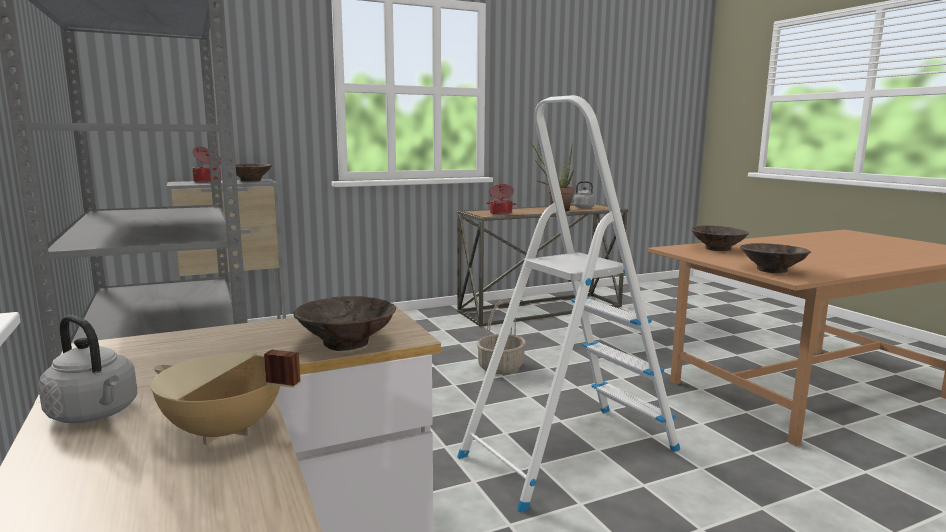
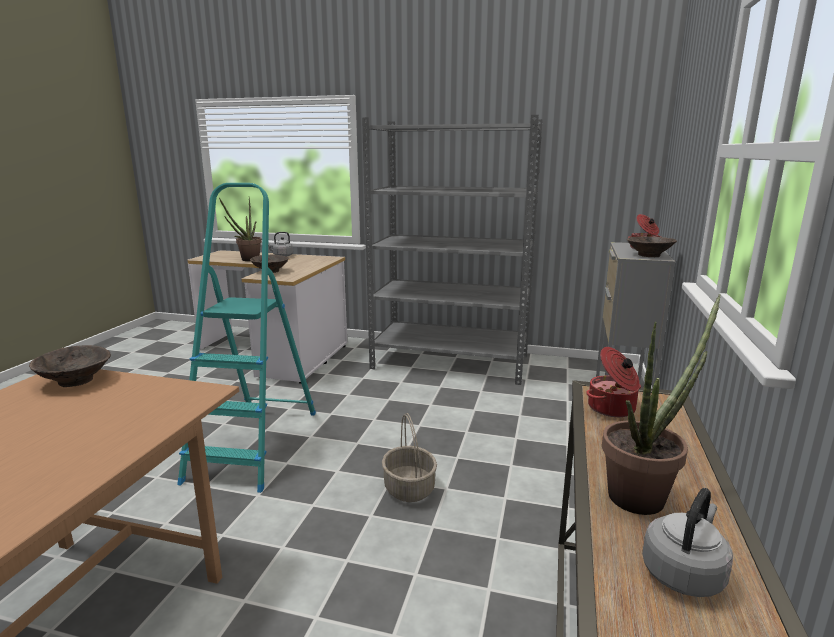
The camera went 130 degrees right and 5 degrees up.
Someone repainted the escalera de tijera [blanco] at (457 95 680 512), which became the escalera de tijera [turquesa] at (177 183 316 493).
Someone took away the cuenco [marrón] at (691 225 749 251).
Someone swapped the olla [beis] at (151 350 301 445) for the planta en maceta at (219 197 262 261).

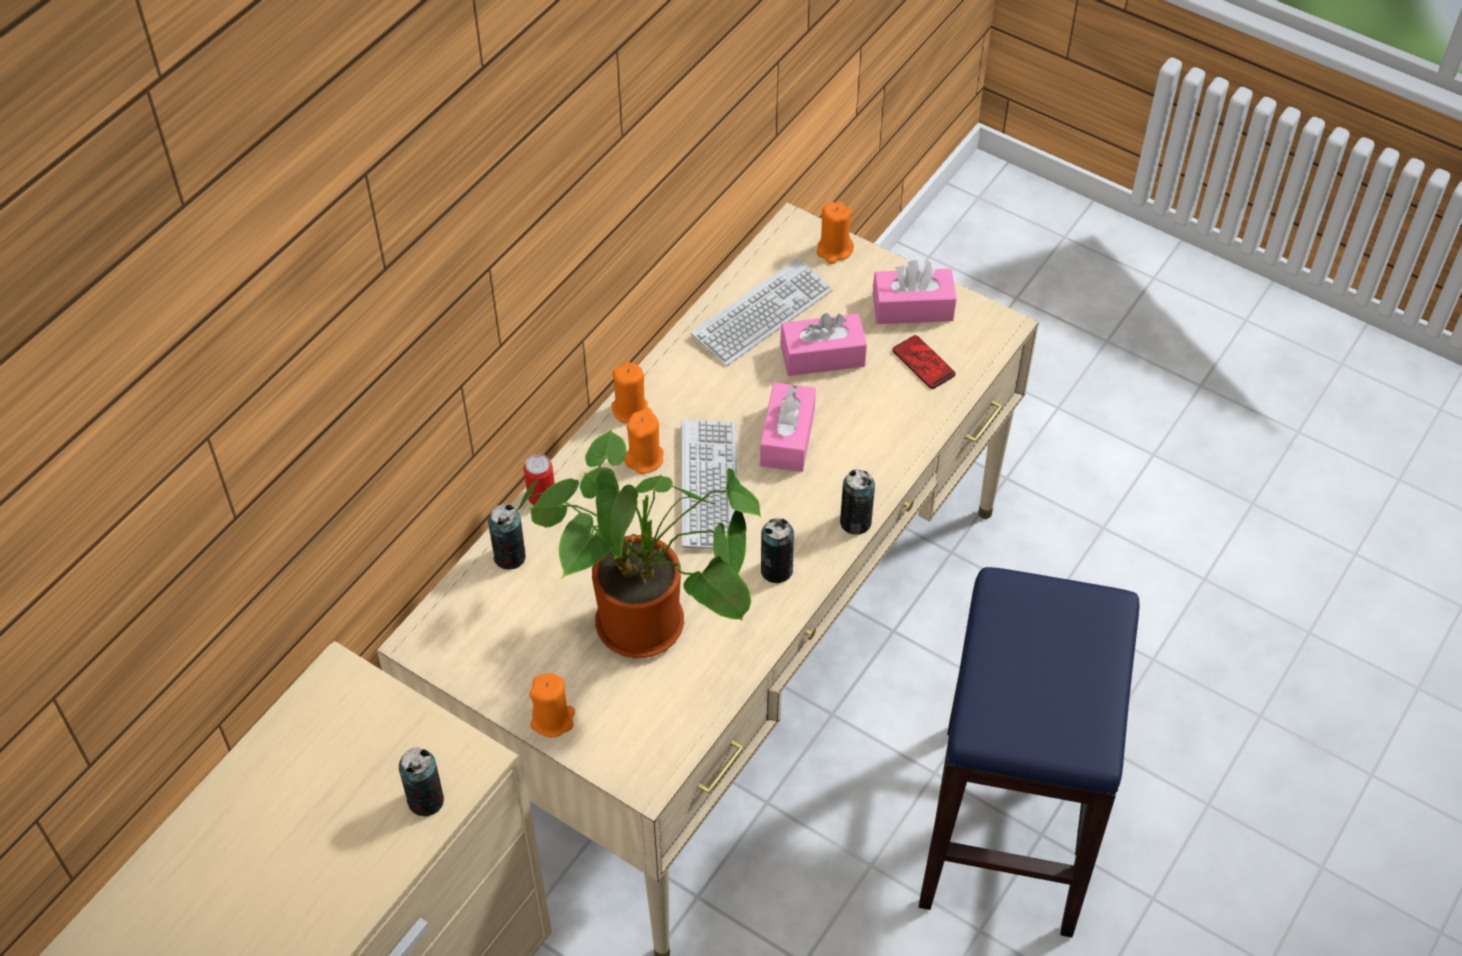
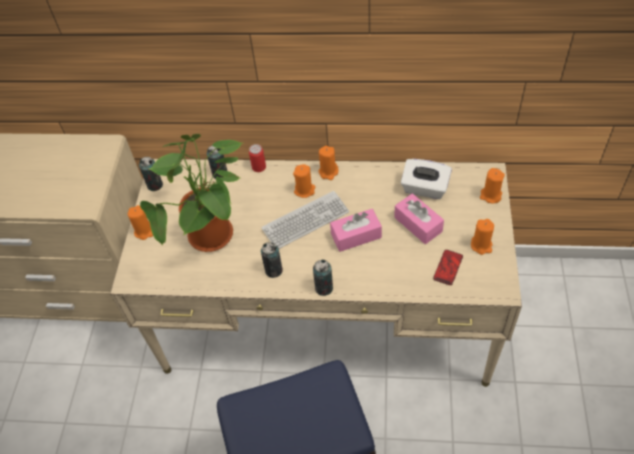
The camera went 65 degrees right and 0 degrees up.
Someone swapped the teclado at (691 258 833 366) for the caja de pañuelos [blanco] at (401 159 452 199).
Someone swapped the caja de pañuelos [rosa] at (873 259 956 324) for the vela [naranja] at (471 219 494 255).
Someone carried the lata from (399 748 444 817) to (139 157 163 191).

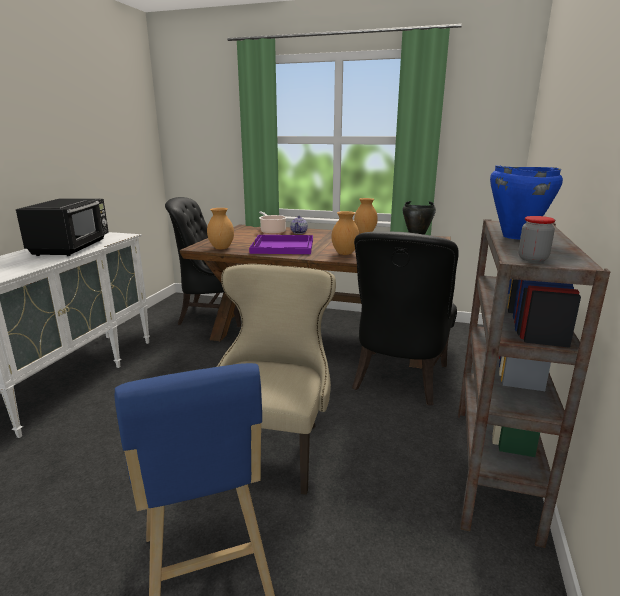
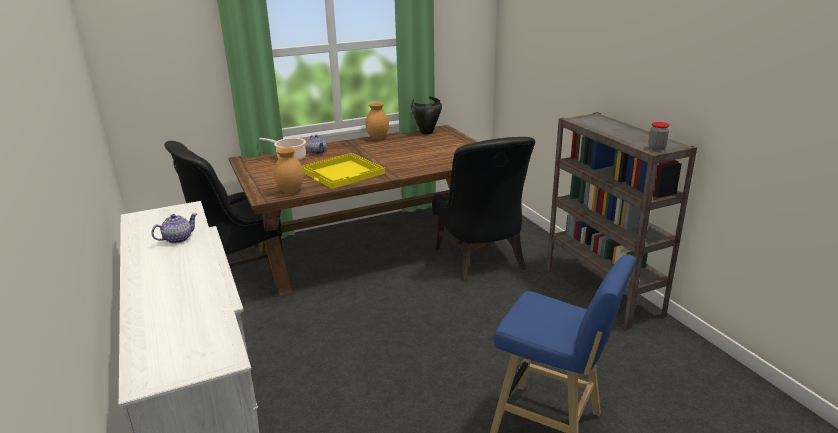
The camera went 40 degrees left and 5 degrees up.
Someone took away the olla [azul] at (490 165 563 240).
Someone swapped the microondas [negro] at (16 198 109 256) for the tetera at (151 213 197 244).
Someone took away the florero [marrón] at (332 211 359 255).
Someone repainted the bandeja [morado] at (249 235 313 254), which became the bandeja [amarillo] at (302 153 385 189).
Someone took away the silla [beis] at (217 264 336 495).

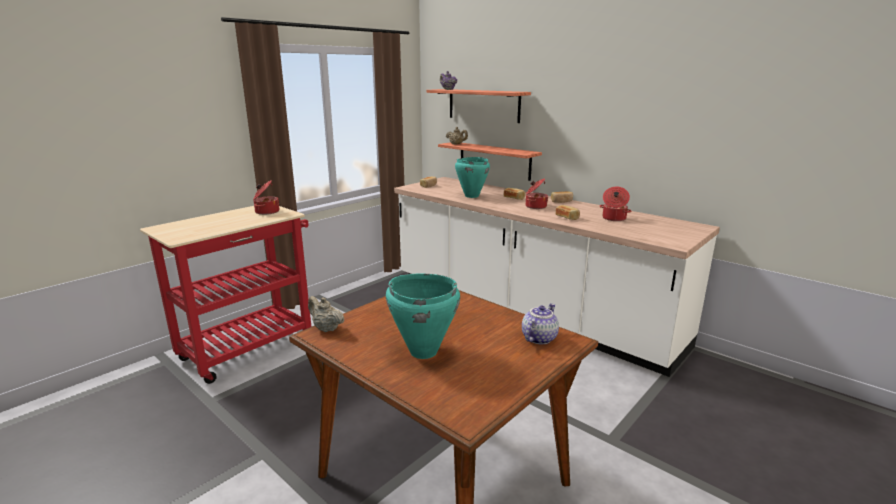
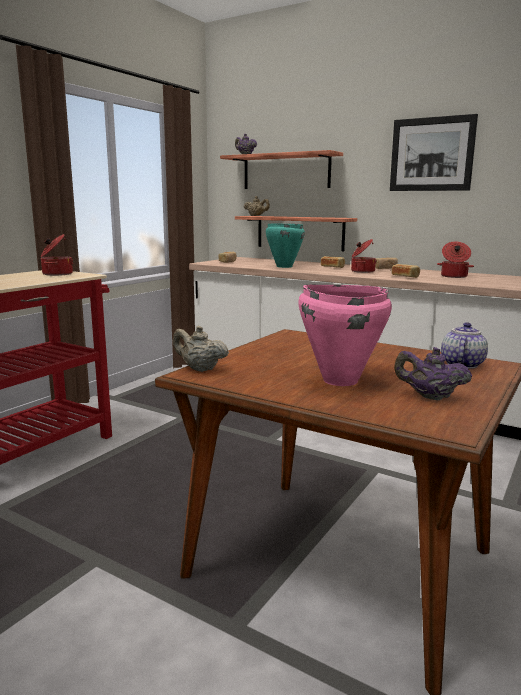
The camera went 10 degrees left and 5 degrees down.
Someone repainted the olla [turquesa] at (386 274 460 359), which became the olla [rosa] at (298 285 392 386).
Someone put up the cuadro at (390 114 478 191).
Someone put down the tetera [morado] at (394 347 472 400).

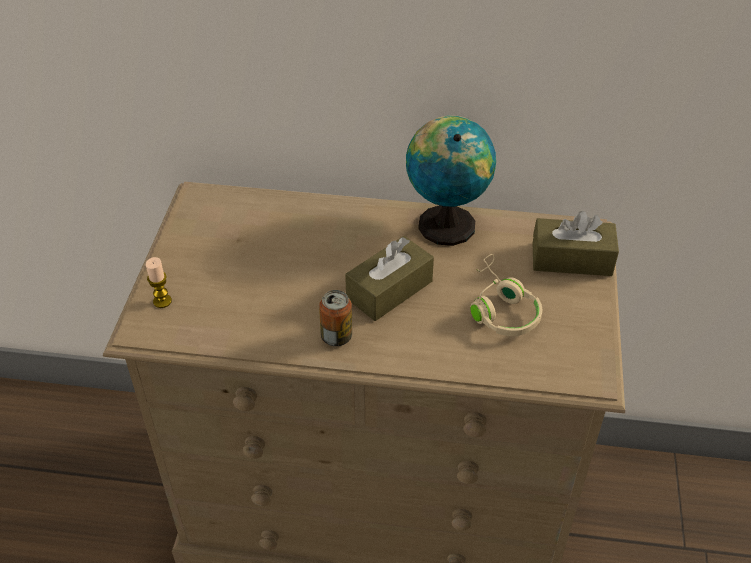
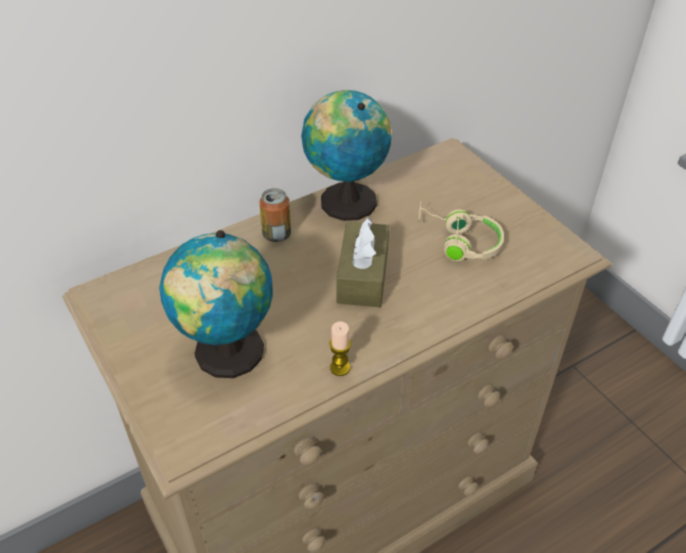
The camera went 40 degrees left and 0 degrees up.
Someone took away the caja de pañuelos [marrón] at (533 211 619 276).
Someone carried the vela from (146 257 172 308) to (329 321 351 376).
Someone carried the lata from (319 290 352 346) to (259 188 291 242).
Someone put down the globo terráqueo at (159 230 273 378).

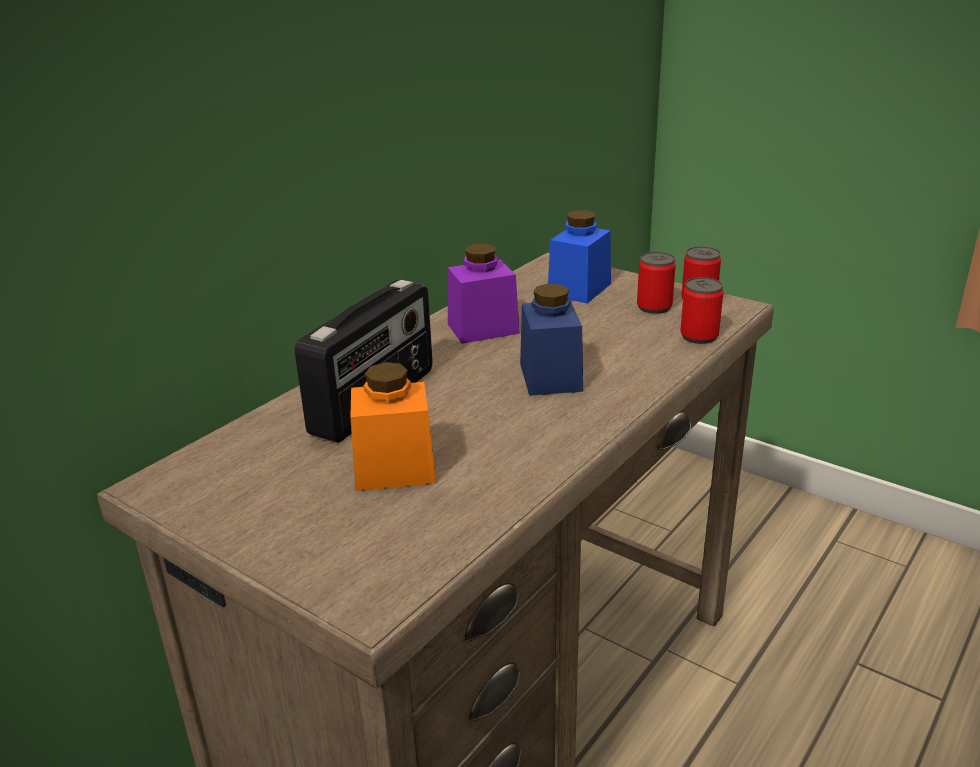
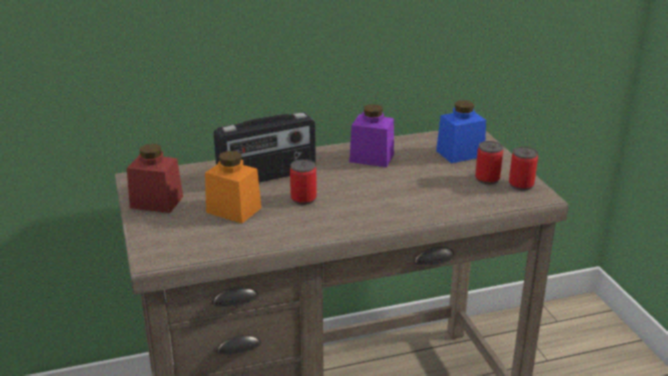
The camera went 35 degrees right and 0 degrees up.
Someone carried the lata from (680 277 723 344) to (290 159 317 205).
Someone took away the tarro [azul] at (520 284 583 396).
Someone put down the tarro [rojo] at (127 144 183 213).

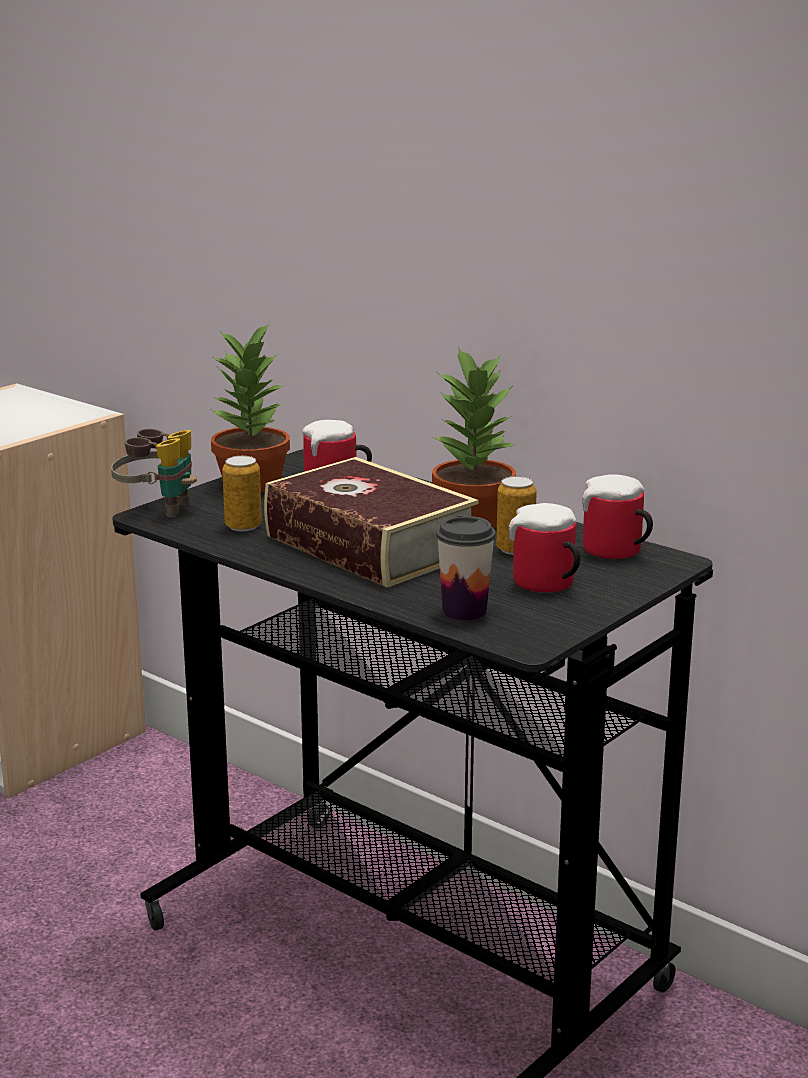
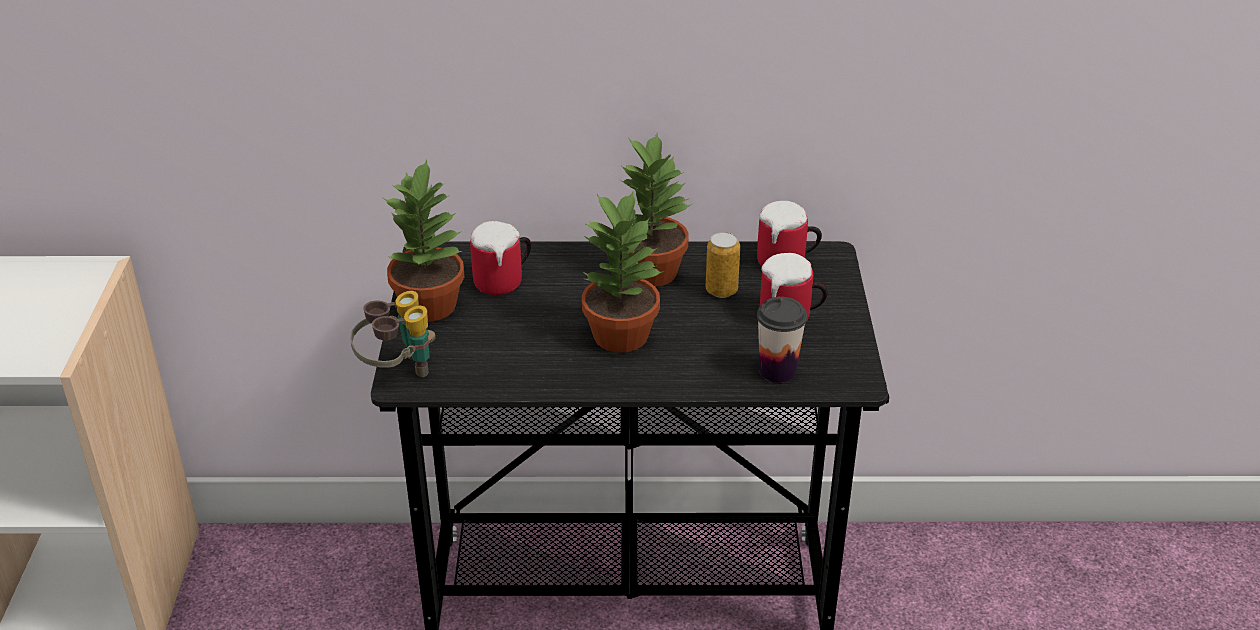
The camera went 40 degrees left and 15 degrees up.
Someone took away the lata at (222 456 262 531).
Someone swapped the libro at (264 457 479 588) for the planta en maceta at (582 192 665 352).

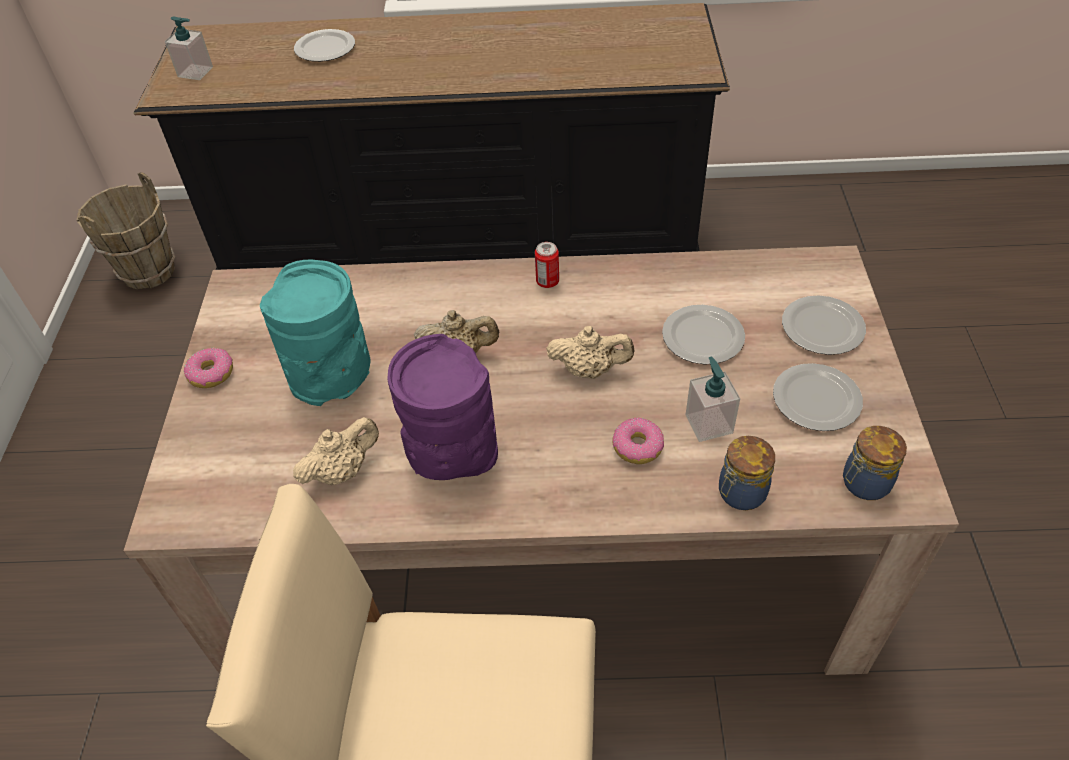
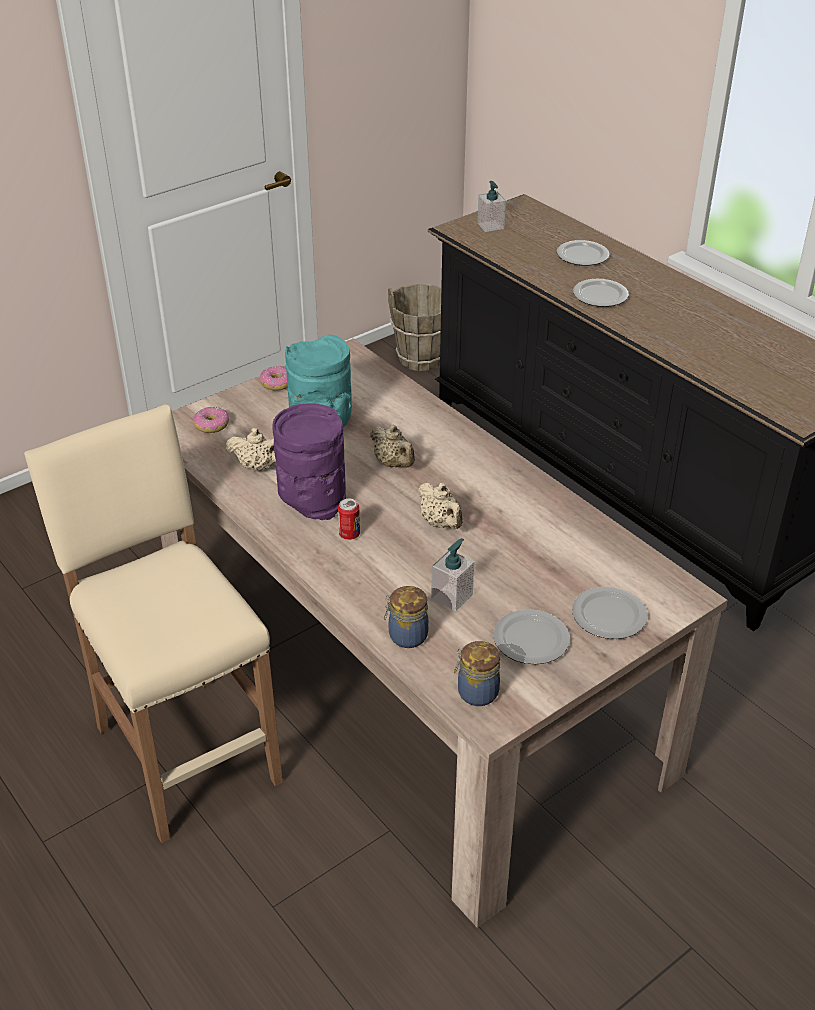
The camera went 50 degrees right and 10 degrees down.
Someone carried the lata from (535 242 559 288) to (338 499 360 540).
Someone carried the plato from (662 305 745 365) to (573 279 629 307).
Someone carried the rosquilla from (612 418 664 464) to (193 407 229 433).

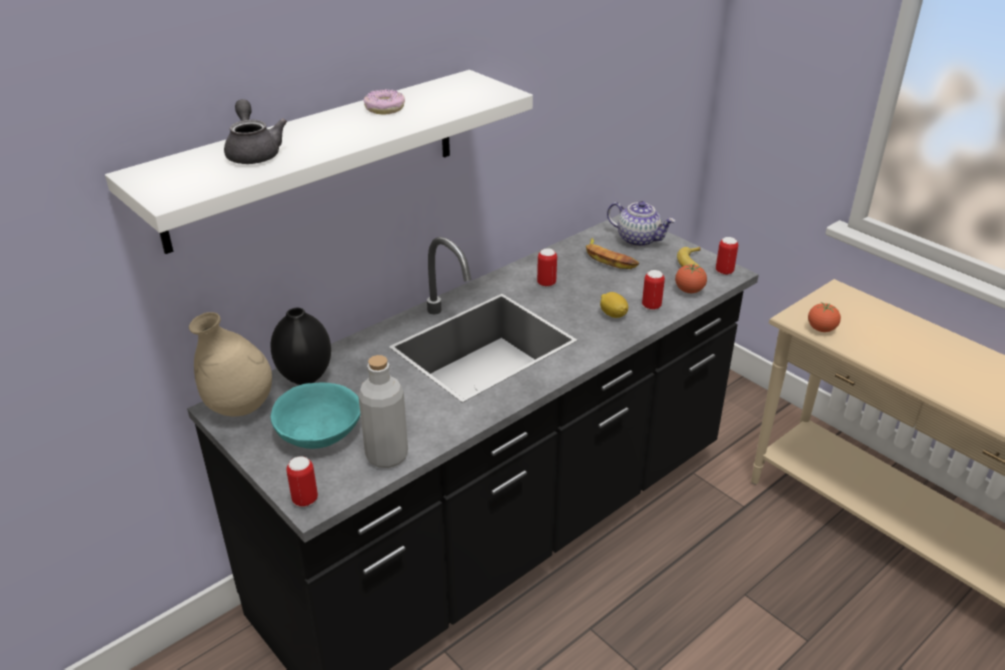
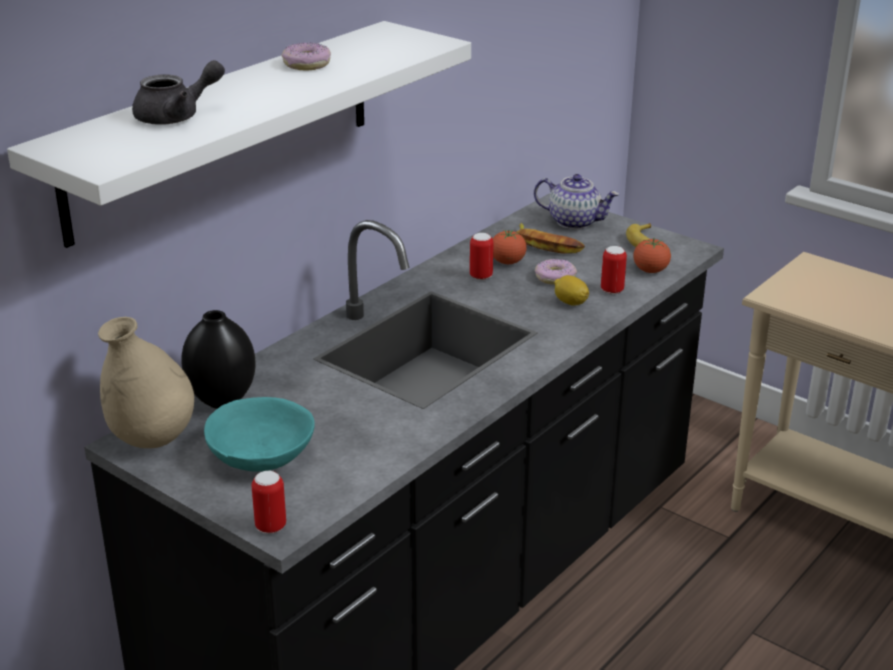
The camera went 10 degrees left and 5 degrees down.
Someone rotated the tetera [gris] at (224 99 287 164) by 90 degrees clockwise.
Someone took away the lata at (716 237 738 275).
Someone carried the tomate from (808 302 841 332) to (493 230 527 264).
Someone took away the botella [gris] at (358 355 408 468).
Someone put down the rosquilla at (535 259 577 285).

